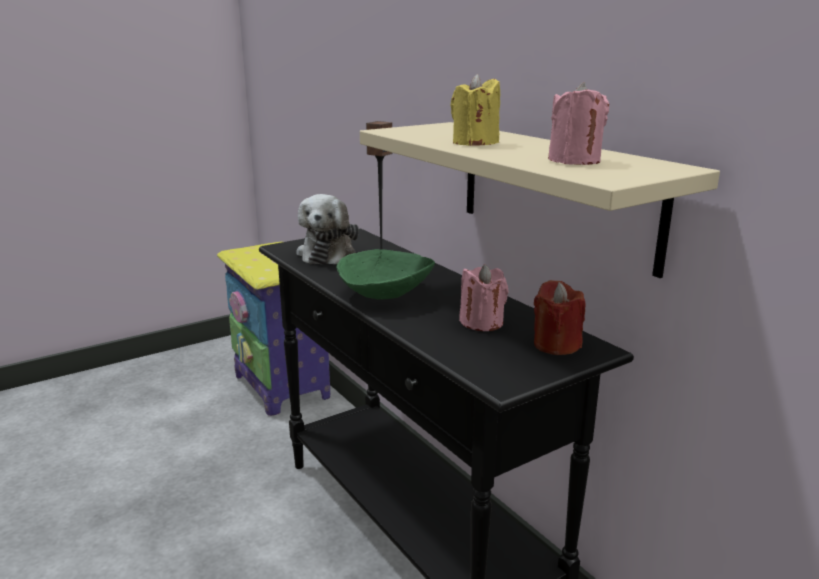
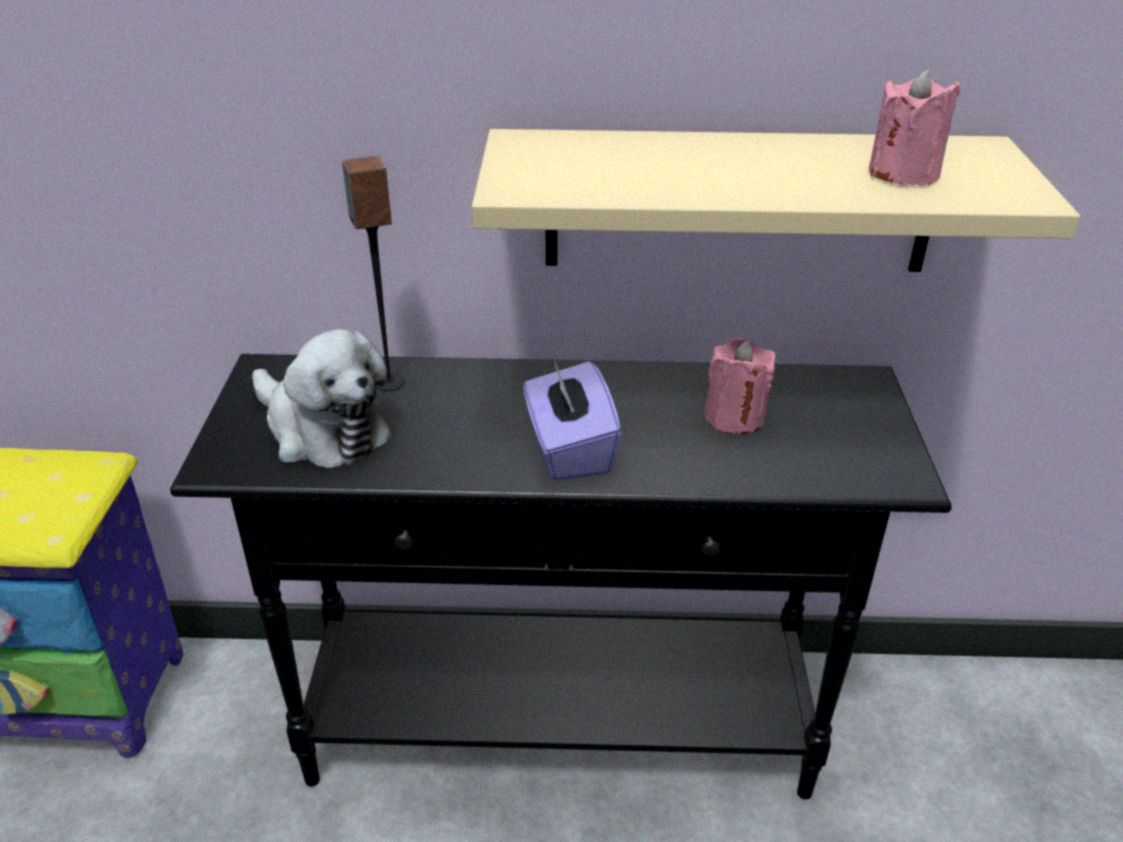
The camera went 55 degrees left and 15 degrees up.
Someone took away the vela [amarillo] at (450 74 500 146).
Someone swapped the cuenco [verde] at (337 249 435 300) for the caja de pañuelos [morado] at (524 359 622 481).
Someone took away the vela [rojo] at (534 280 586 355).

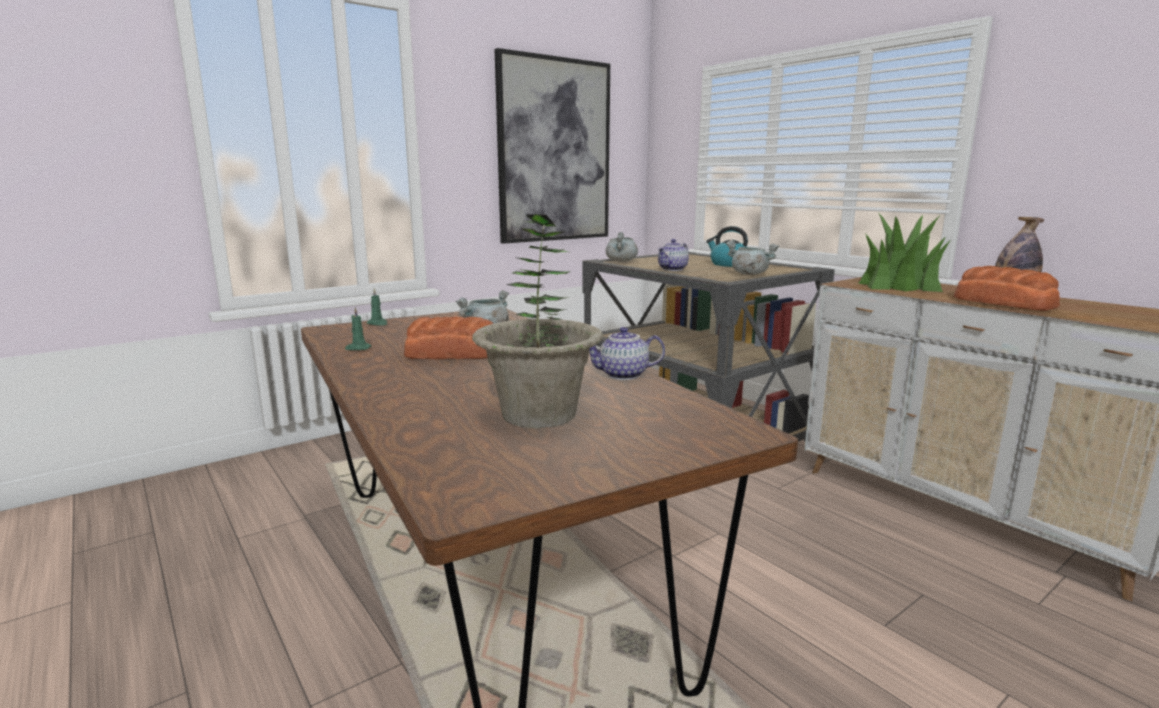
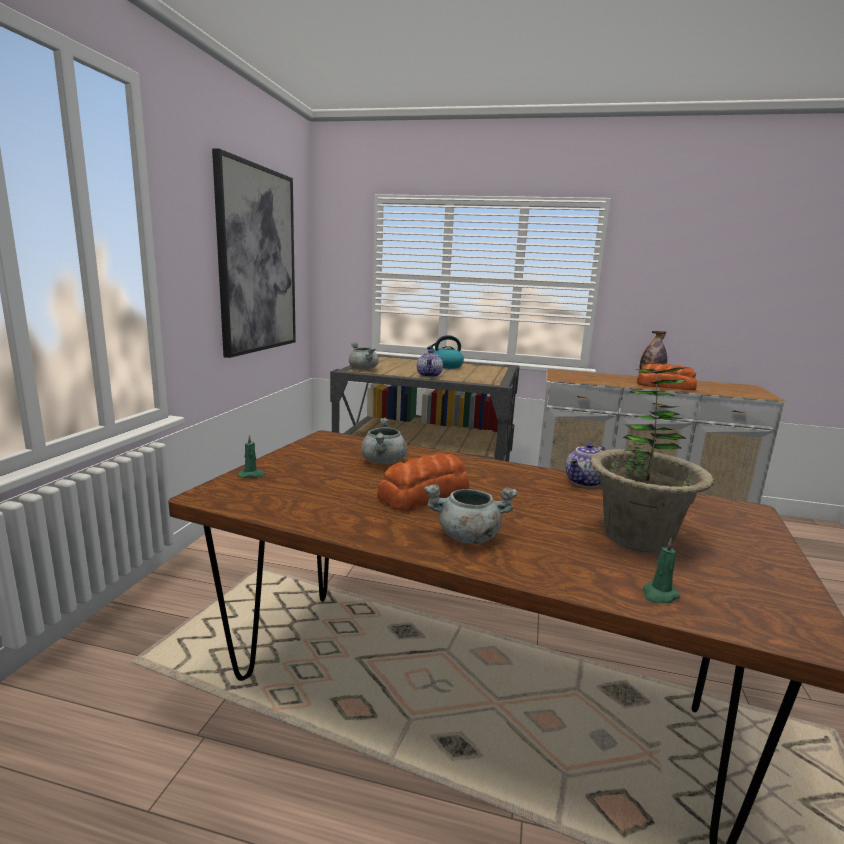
The camera went 40 degrees left and 0 degrees up.
Someone took away the planta en maceta at (858 214 951 292).
Someone carried the olla [gris] from (726 241 779 275) to (424 484 518 544).
Someone carried the vela [verde] from (345 307 372 350) to (642 538 680 604).

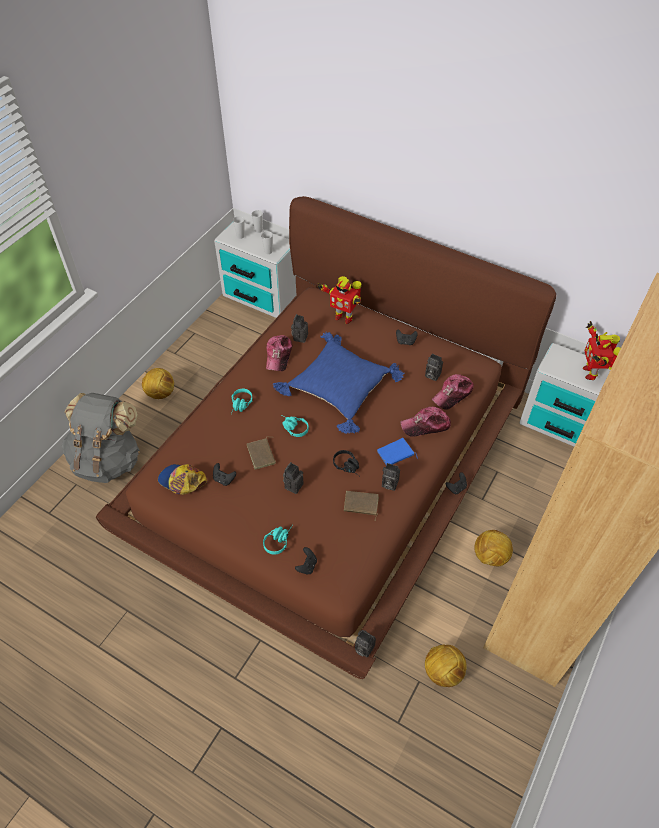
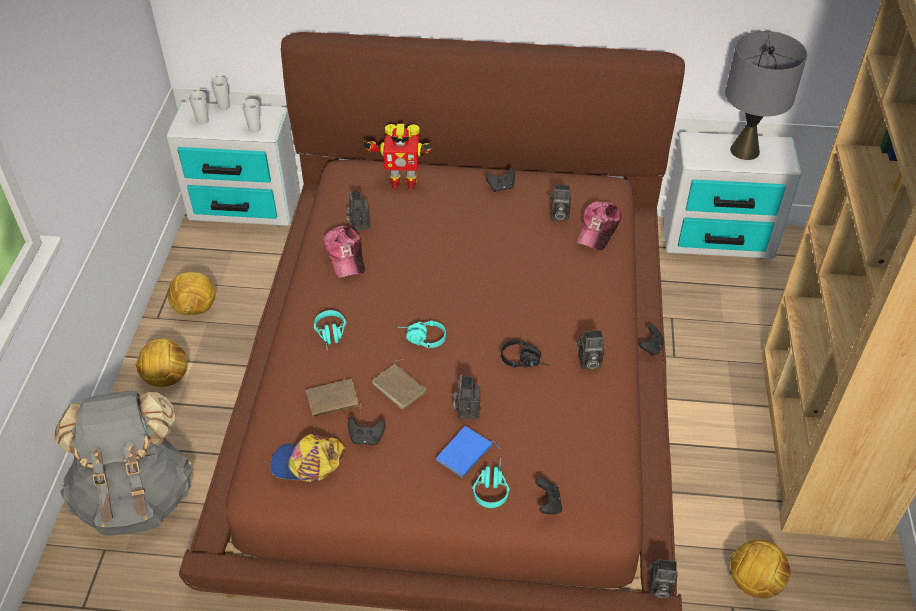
The camera went 25 degrees left and 5 degrees down.
Someone swapped the robot de juguete at (583 321 621 380) for the lámpara de mesa [gris] at (725 31 807 160).
Someone took away the cojín [azul] at (273 331 404 434).
Someone took away the gorra at (400 407 451 437).
Someone carried the libro [azul] from (377 438 418 465) to (436 426 501 478).
Someone carried the libro [marrón] from (344 491 379 520) to (306 379 361 417).
Someone carried the balón de fútbol from (474 530 513 566) to (168 271 215 315).

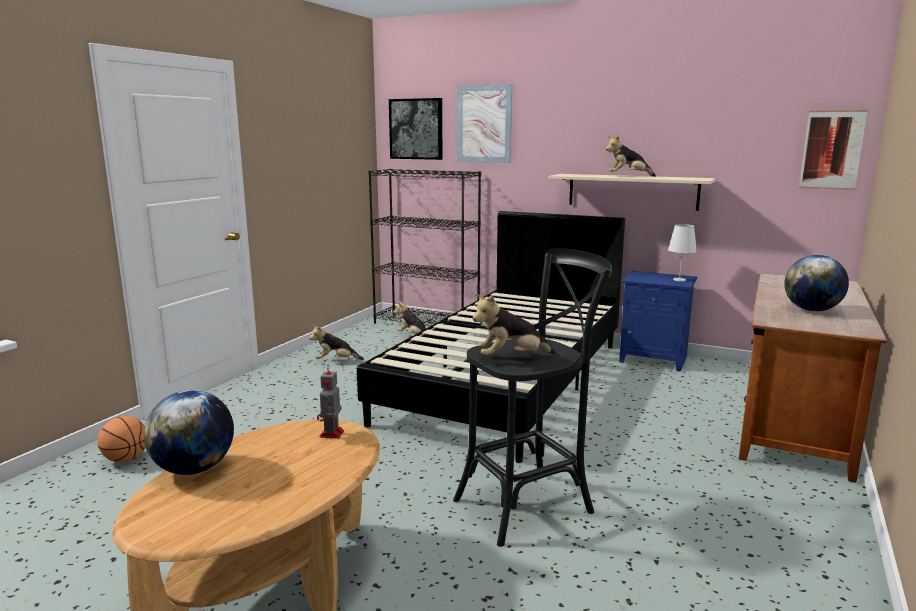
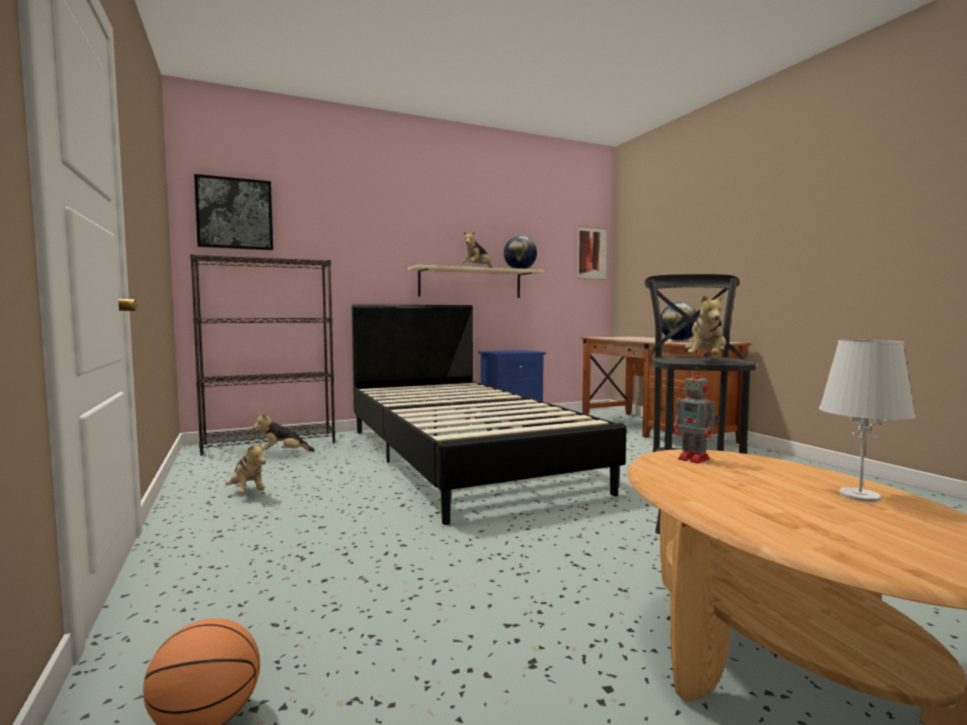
The camera went 50 degrees left and 10 degrees down.
Someone took away the cuadro at (457 84 513 163).
Someone carried the lámpara de mesa [blanco] from (668 224 697 282) to (819 340 916 502).
Someone rotated the peluche at (309 325 364 360) by 75 degrees counterclockwise.
Someone carried the globo terráqueo from (144 390 234 475) to (504 236 537 269).

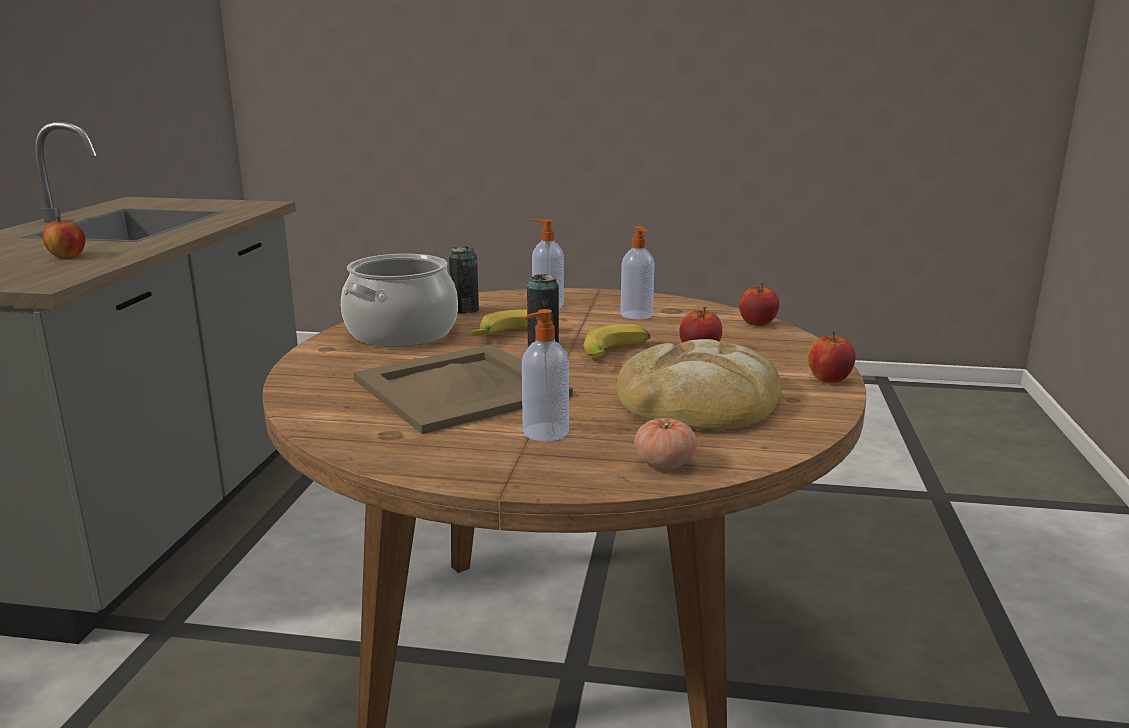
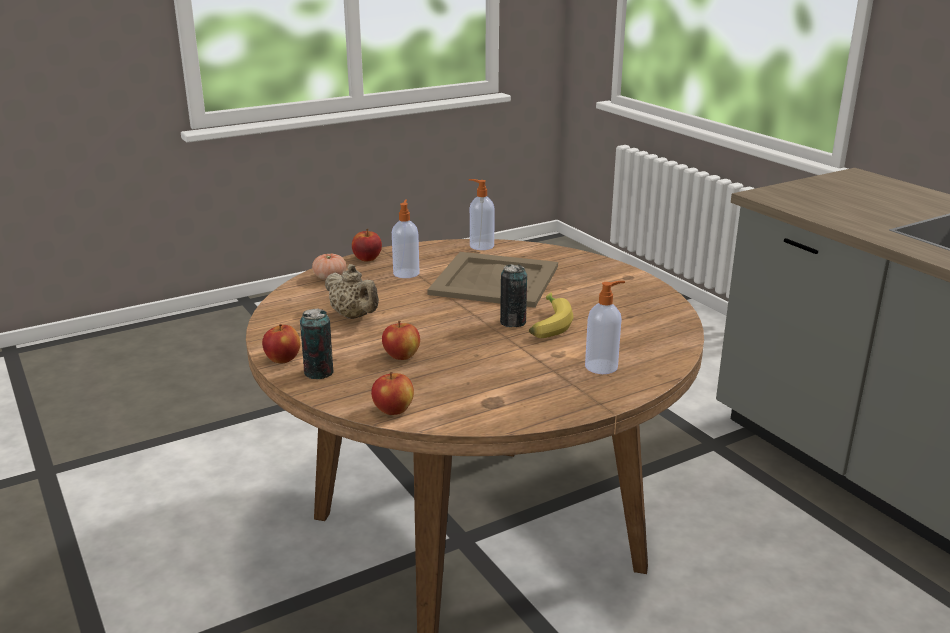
The camera went 140 degrees right and 5 degrees up.
Someone carried the manzana from (43 216 85 258) to (352 229 382 262).
Someone carried the dispensador de jabón from (620 226 655 319) to (469 179 495 250).
Someone carried the lata from (449 246 479 314) to (300 308 334 379).
Someone took away the olla at (341 254 458 347).
Someone took away the plátano at (583 324 651 358).
Someone swapped the pan at (617 339 782 429) for the tetera [beis] at (325 264 379 319).

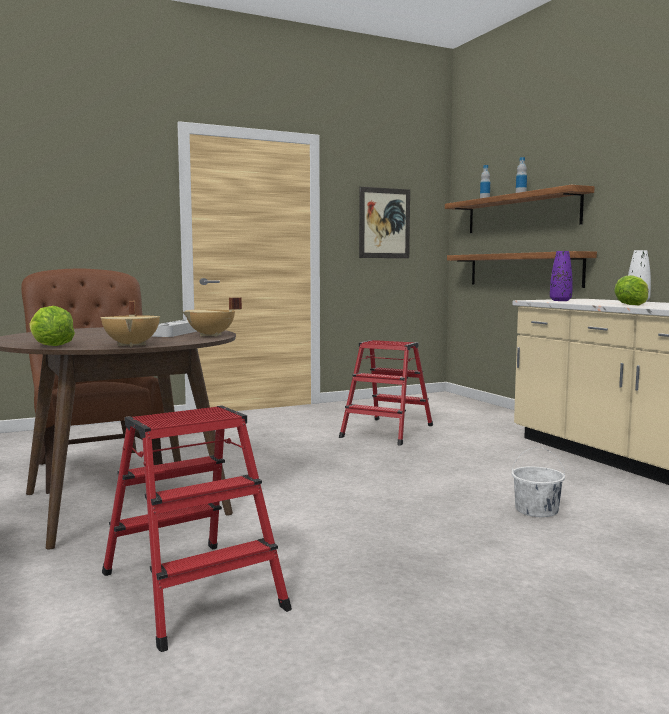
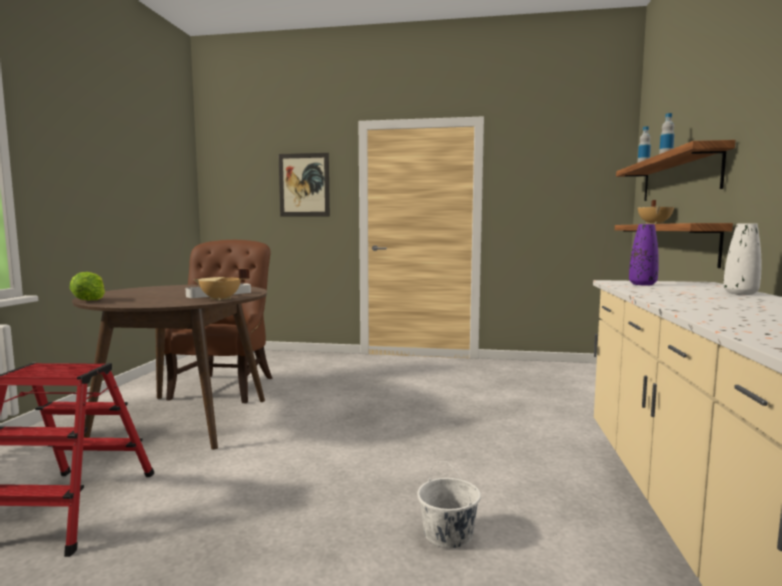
The camera went 35 degrees right and 0 degrees up.
Someone carried the cuadro from (359 187 410 258) to (279 153 330 217).
Someone took away the lechuga at (614 275 649 306).
Someone carried the olla [beis] from (100 301 160 347) to (638 200 674 224).
Someone took away the escalera de tijera [rojo] at (339 340 433 446).

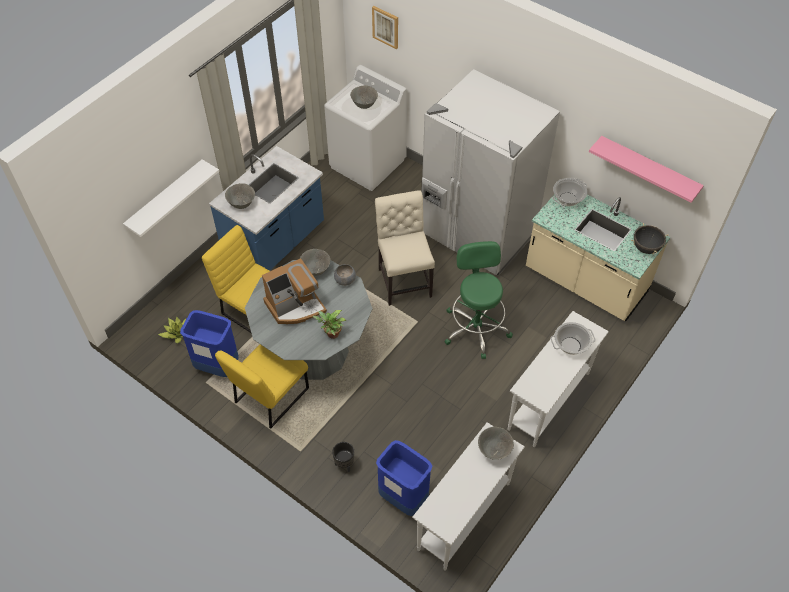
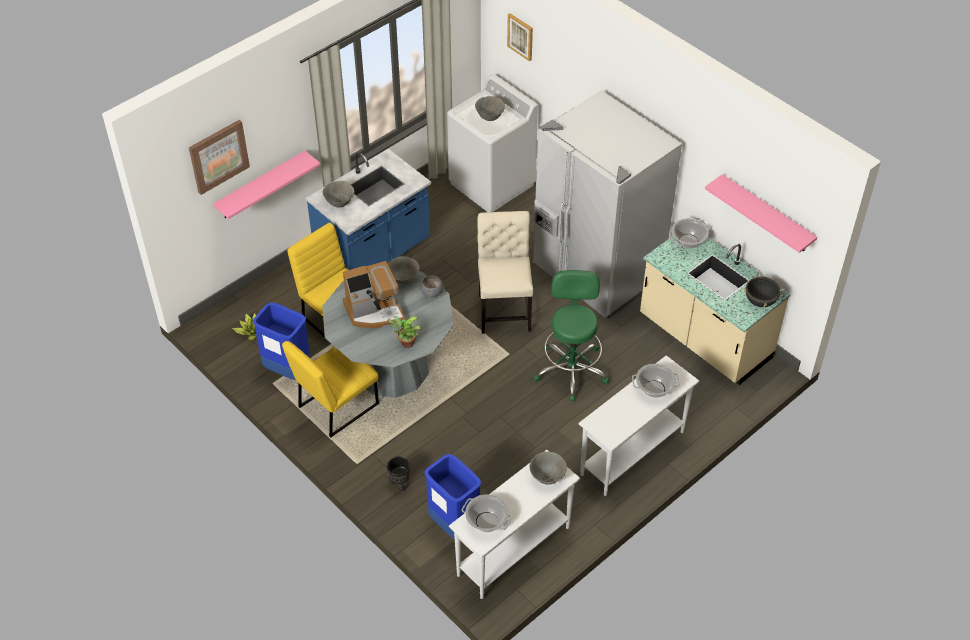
The camera went 10 degrees right and 5 degrees down.
Someone repainted the estante [blanco] at (123 159 219 237), which became the estante [rosa] at (213 151 320 219).
Someone put up the cuadro at (189 120 250 195).
Someone put down the olla at (462 494 513 532).

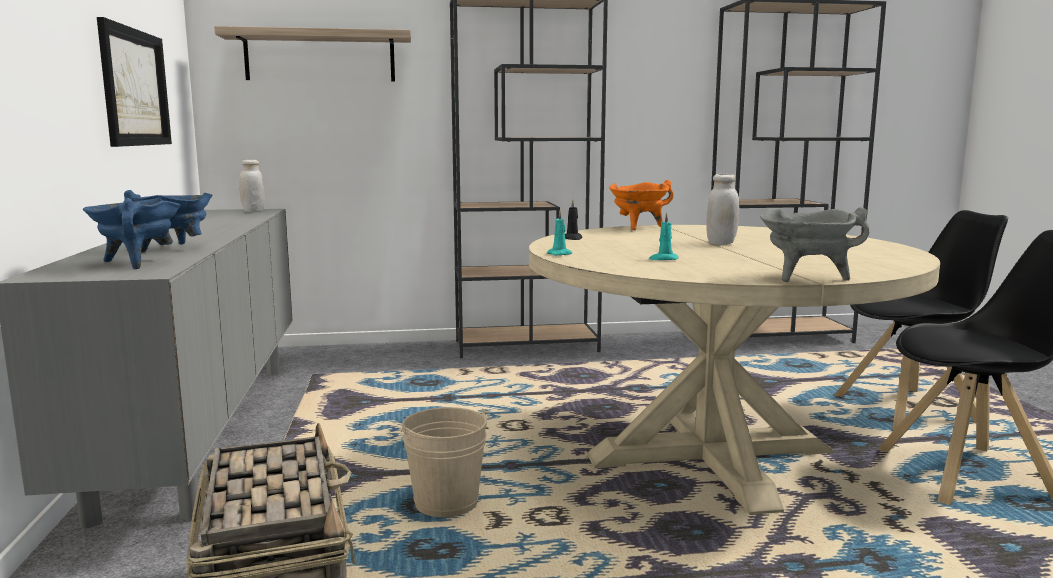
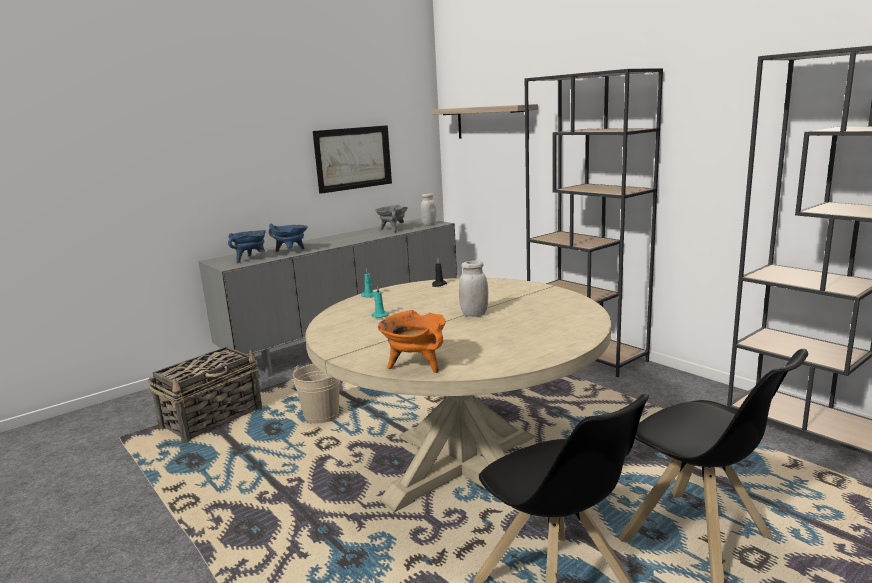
The camera went 60 degrees right and 5 degrees up.
Someone carried the olla [naranja] from (609 180 674 230) to (378 310 446 373).
Someone carried the olla [gris] from (760 207 869 282) to (375 204 408 233).

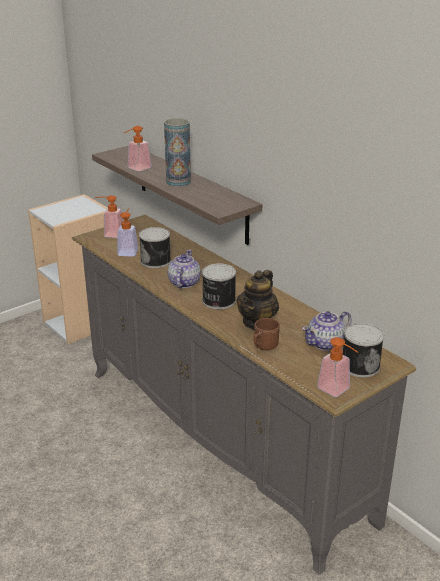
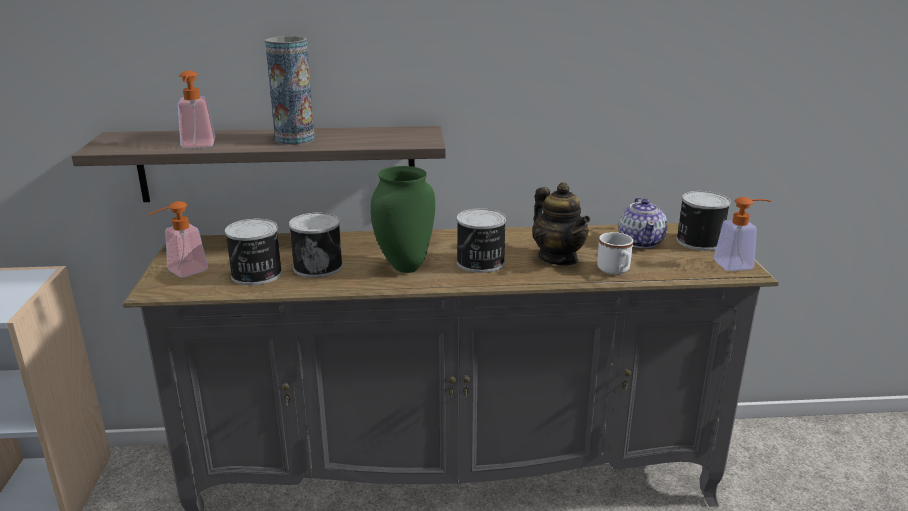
The camera went 55 degrees left and 5 degrees down.
Someone swapped the dispensador de jabón at (117 208 139 257) for the lata at (225 219 282 285).
Someone swapped the tetera at (168 250 201 288) for the florero [verde] at (370 166 435 273).
Someone repainted the taza grande [marrón] at (253 318 280 350), which became the taza grande [blanco] at (597 232 633 274).

